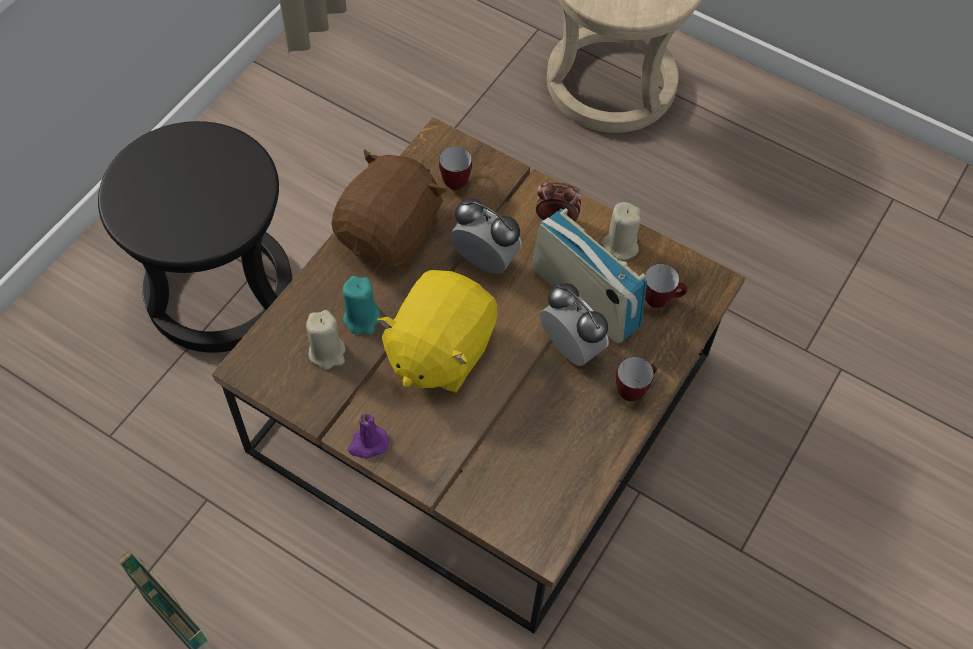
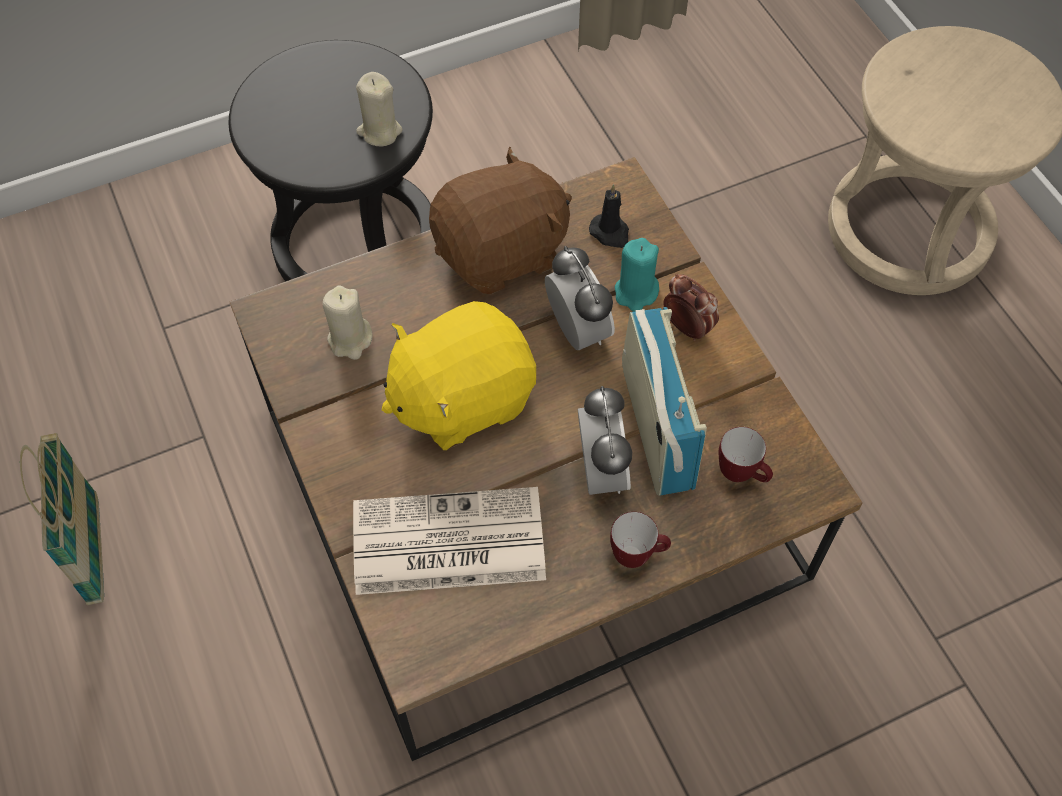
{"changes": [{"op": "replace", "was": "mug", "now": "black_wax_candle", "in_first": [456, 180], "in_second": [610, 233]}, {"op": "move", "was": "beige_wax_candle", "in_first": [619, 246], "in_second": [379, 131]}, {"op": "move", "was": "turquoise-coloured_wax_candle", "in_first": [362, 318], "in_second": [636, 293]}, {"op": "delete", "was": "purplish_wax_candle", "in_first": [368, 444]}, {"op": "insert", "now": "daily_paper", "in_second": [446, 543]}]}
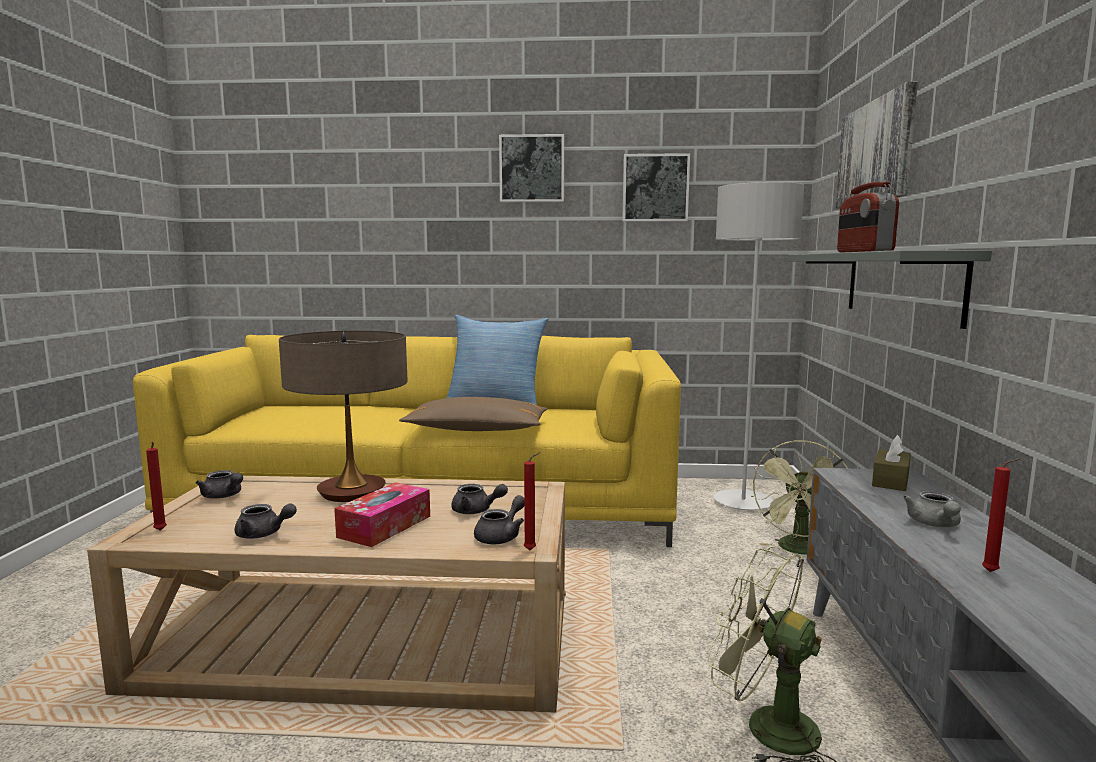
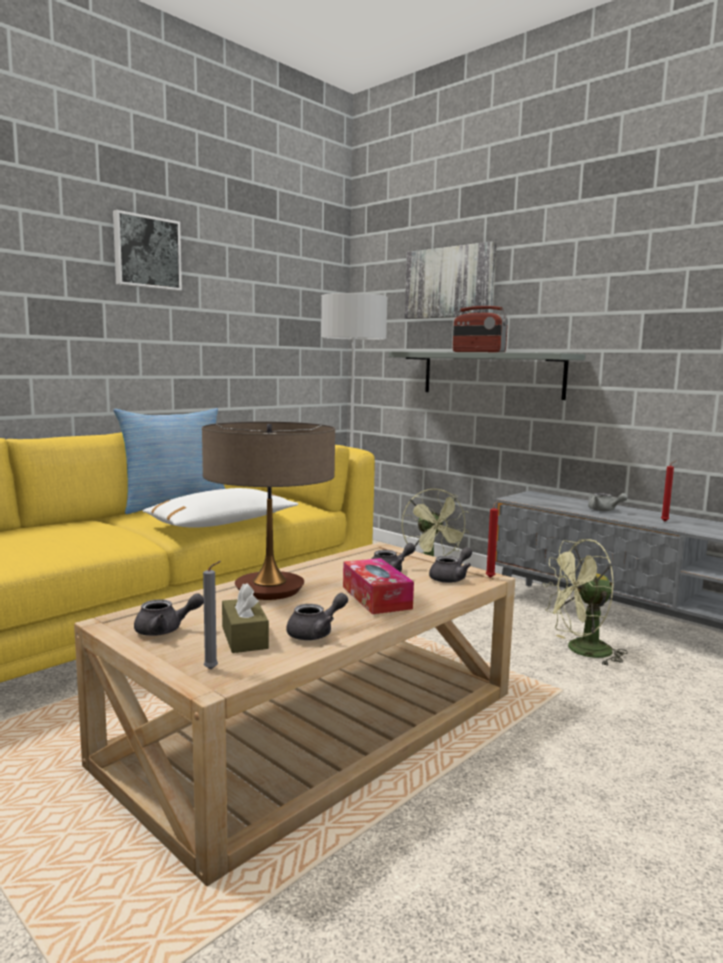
{"changes": [{"op": "delete", "was": "picture", "in_first": [655, 188]}, {"op": "recolor", "was": "brownish_cushion", "now": "white_cushion", "in_first": [477, 430], "in_second": [222, 523]}, {"op": "move", "was": "brownish_box_of_tissues", "in_first": [890, 480], "in_second": [244, 637]}, {"op": "recolor", "was": "red-coloured_wax_candle", "now": "greyish_wax_candle", "in_first": [160, 531], "in_second": [213, 669]}, {"op": "rotate", "was": "greyish_teapot", "in_first": [501, 536], "in_second": [451, 578], "clockwise": 60}]}
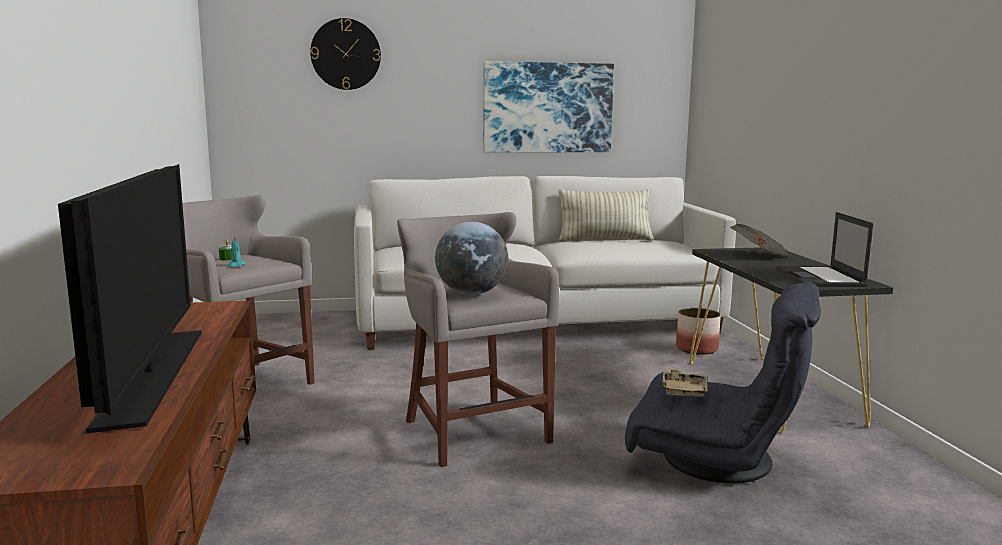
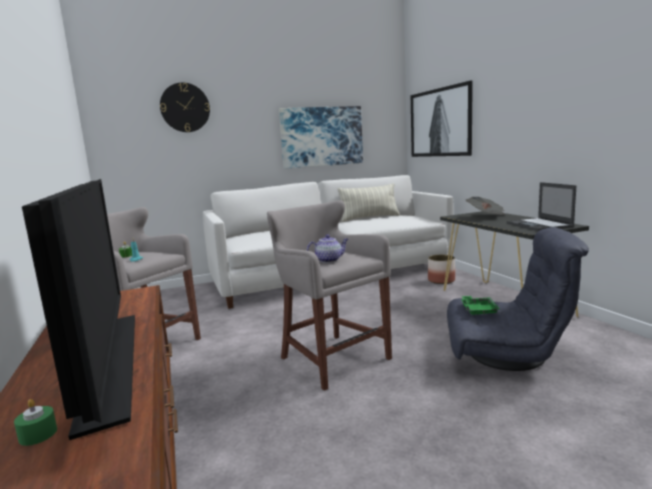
{"changes": [{"op": "replace", "was": "desk_globe", "now": "teapot", "in_first": [472, 293], "in_second": [329, 260]}, {"op": "recolor", "was": "beige_serving_tray", "now": "green-coloured_serving_tray", "in_first": [683, 391], "in_second": [478, 310]}, {"op": "insert", "now": "picture", "in_second": [440, 122]}, {"op": "insert", "now": "green-coloured_wax_candle", "in_second": [38, 434]}]}
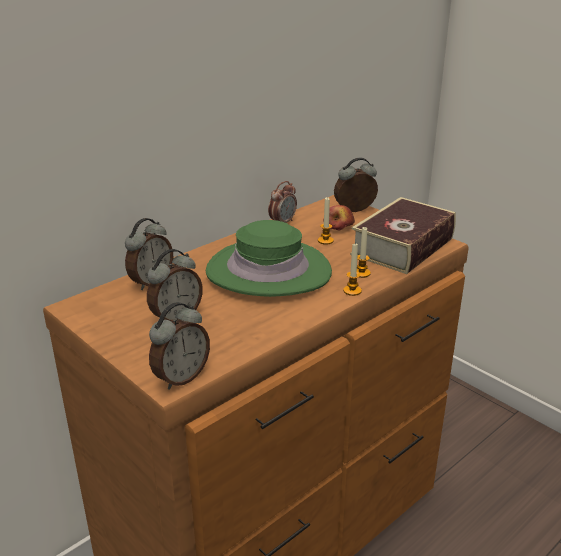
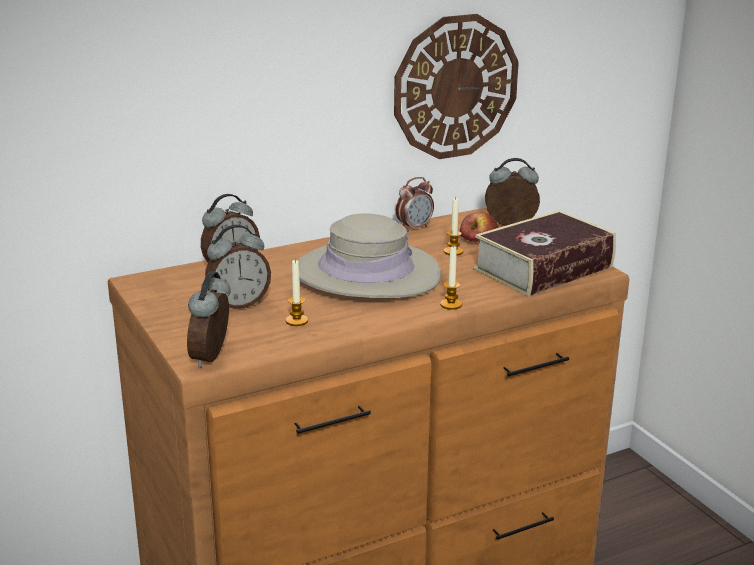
{"changes": [{"op": "recolor", "was": "green-coloured_wearable_hat", "now": "beige_wearable_hat", "in_first": [268, 271], "in_second": [366, 274]}, {"op": "move", "was": "wax_candle", "in_first": [361, 273], "in_second": [296, 321]}, {"op": "rotate", "was": "table_clock", "in_first": [181, 377], "in_second": [213, 358], "clockwise": 135}, {"op": "insert", "now": "clock_on_the_wall", "in_second": [455, 87]}]}
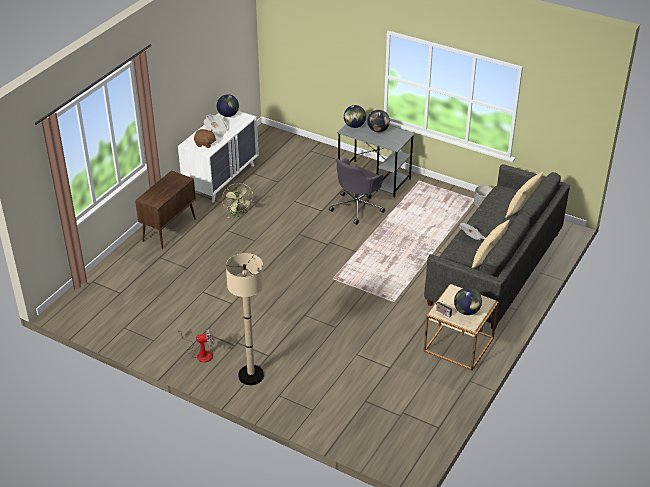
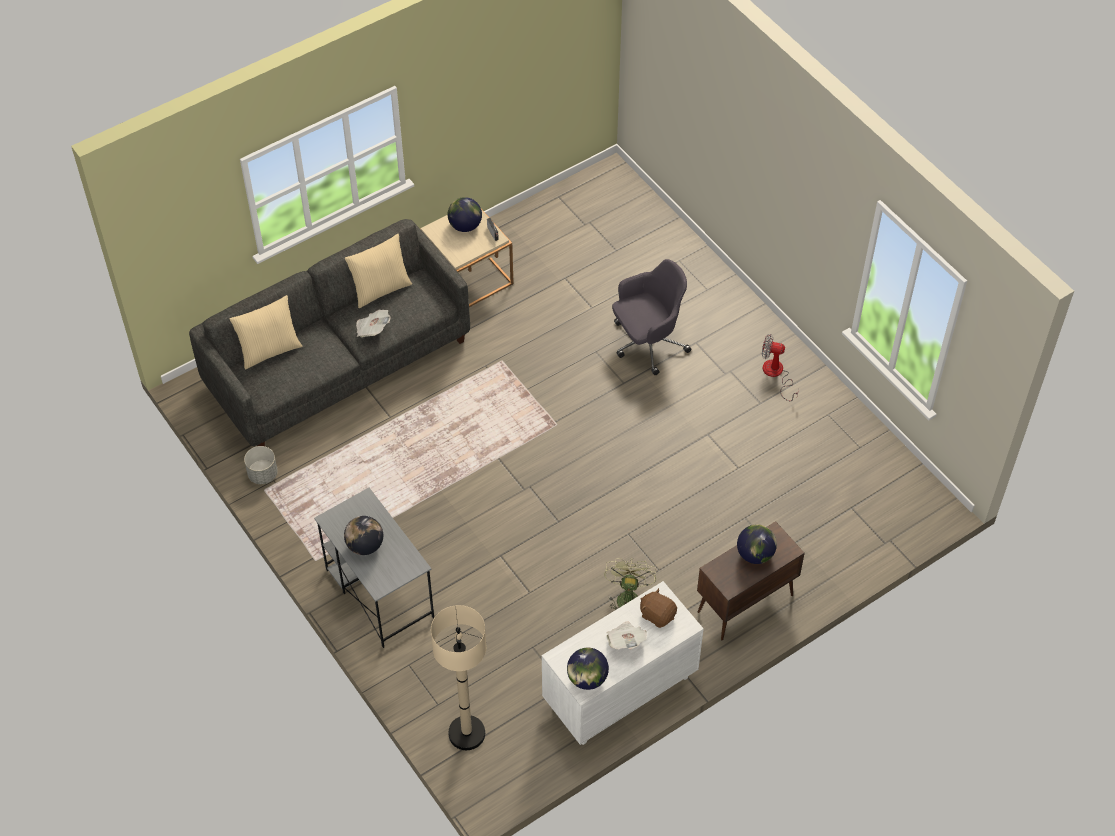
{"changes": [{"op": "move", "was": "desk_globe", "in_first": [354, 126], "in_second": [755, 554]}, {"op": "move", "was": "greyish_office_chair", "in_first": [357, 207], "in_second": [647, 343]}, {"op": "move", "was": "beige_standing_lamp", "in_first": [251, 376], "in_second": [467, 733]}]}
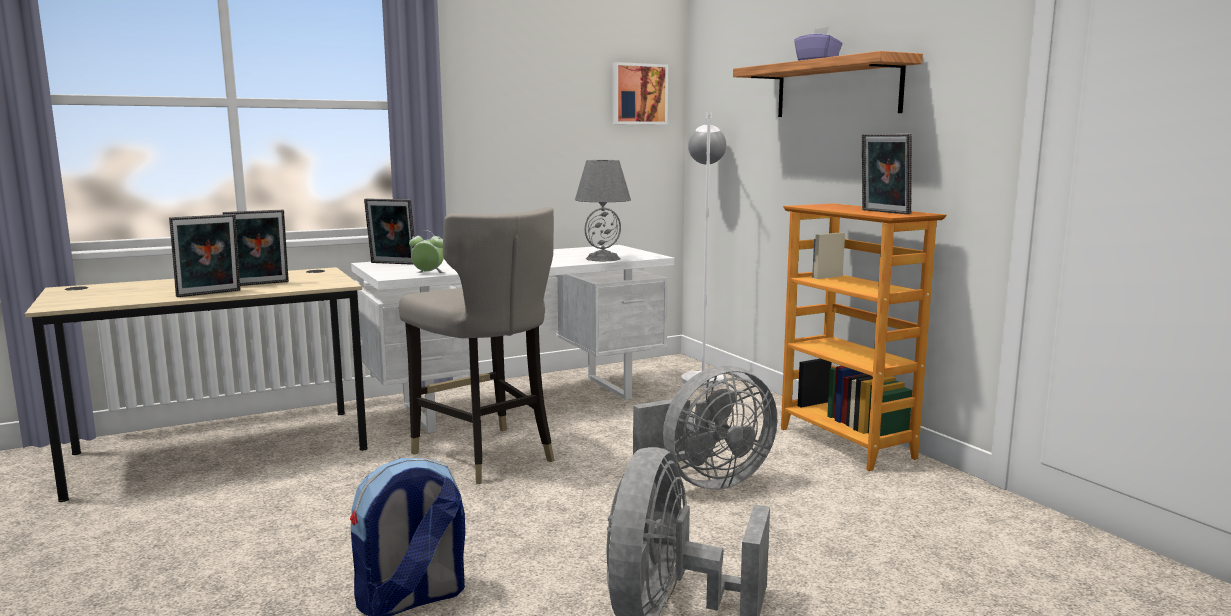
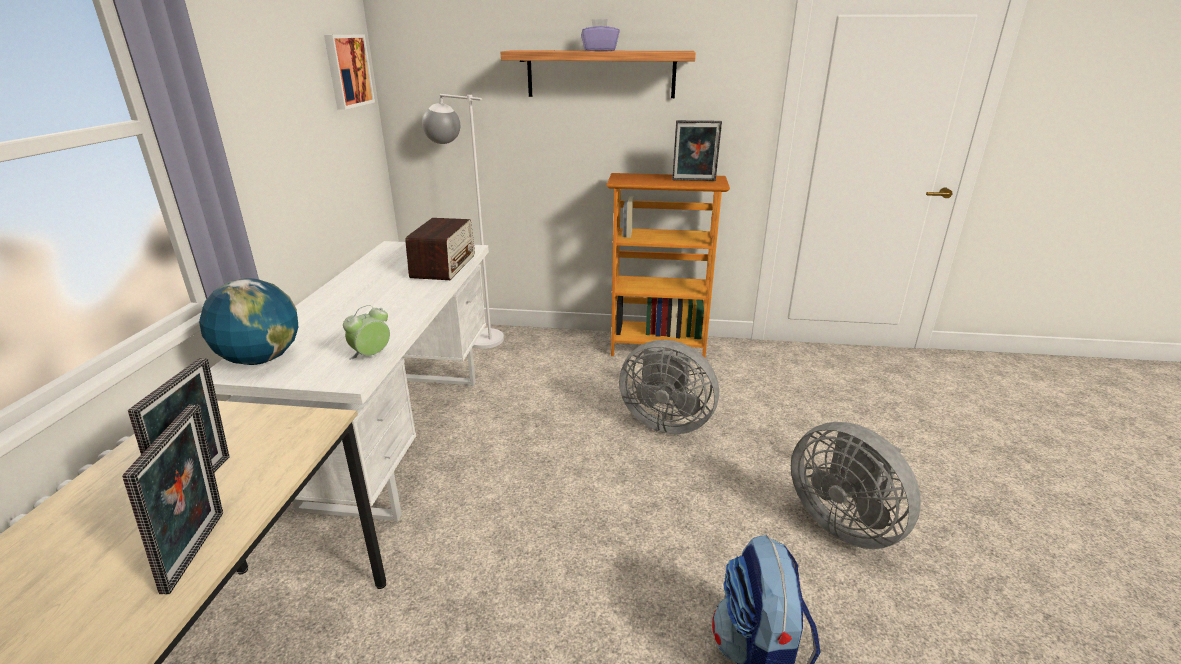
{"changes": [{"op": "replace", "was": "greyish_lamp_for_a_table", "now": "radio_receiver", "in_first": [603, 258], "in_second": [444, 266]}, {"op": "replace", "was": "photo_frame", "now": "desk_globe", "in_first": [392, 264], "in_second": [261, 359]}, {"op": "delete", "was": "greyish_sitting_stool", "in_first": [486, 456]}, {"op": "rotate", "was": "greyish_fan", "in_first": [706, 481], "in_second": [665, 421], "clockwise": 105}]}
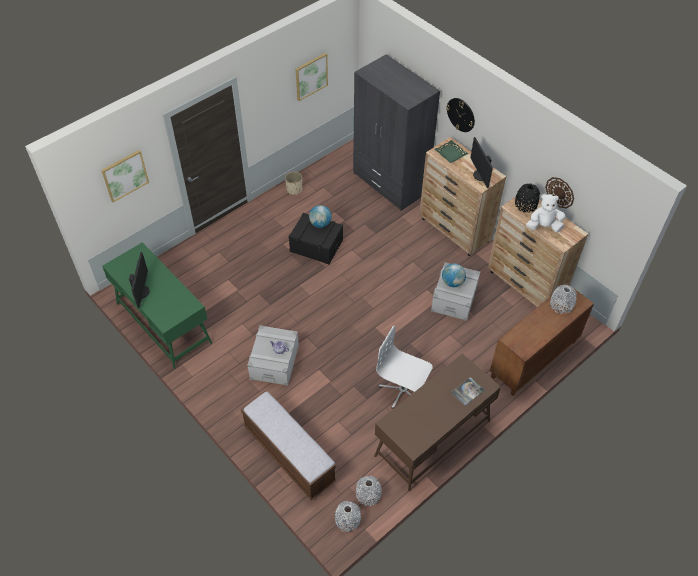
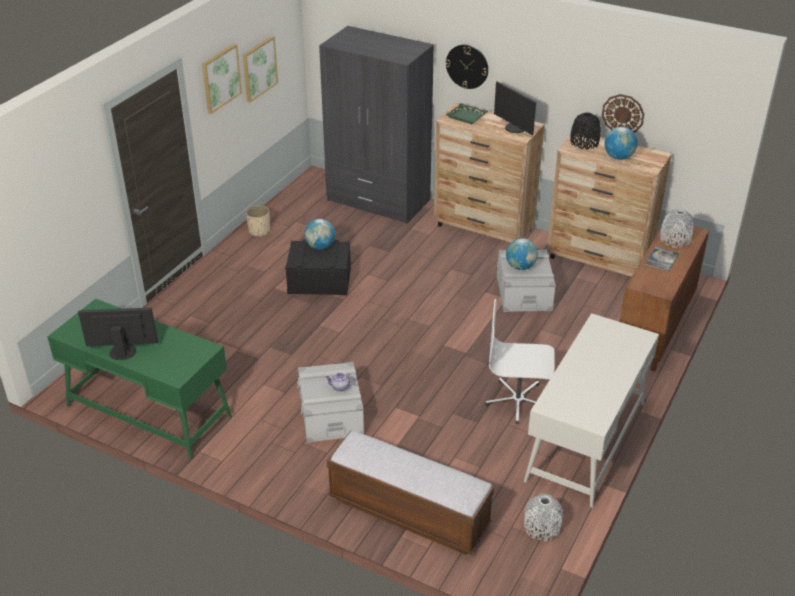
{"changes": [{"op": "move", "was": "picture", "in_first": [125, 175], "in_second": [221, 78]}, {"op": "replace", "was": "white_soft_toy", "now": "desk_globe", "in_first": [544, 226], "in_second": [618, 157]}, {"op": "rotate", "was": "computer_screen", "in_first": [141, 292], "in_second": [123, 351], "clockwise": -75}, {"op": "recolor", "was": "brownish_desk_table", "now": "white_desk_table", "in_first": [432, 438], "in_second": [585, 441]}, {"op": "move", "was": "volume", "in_first": [467, 391], "in_second": [661, 259]}, {"op": "delete", "was": "greyish_decorative_vase", "in_first": [347, 520]}]}
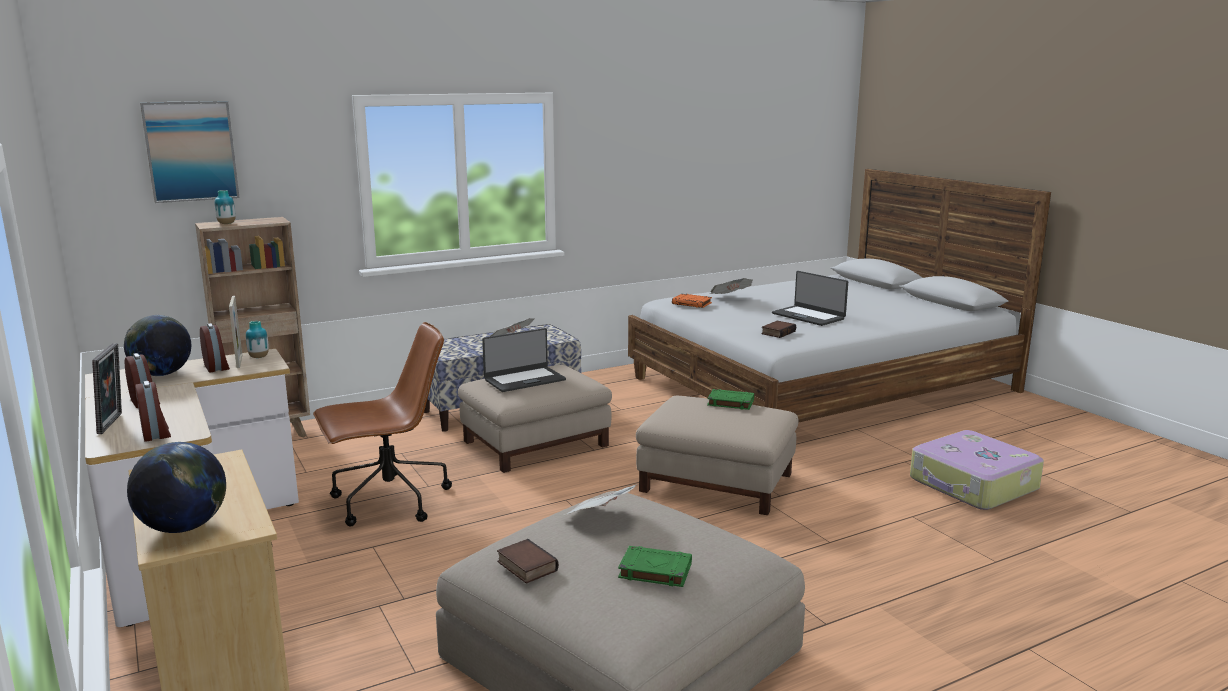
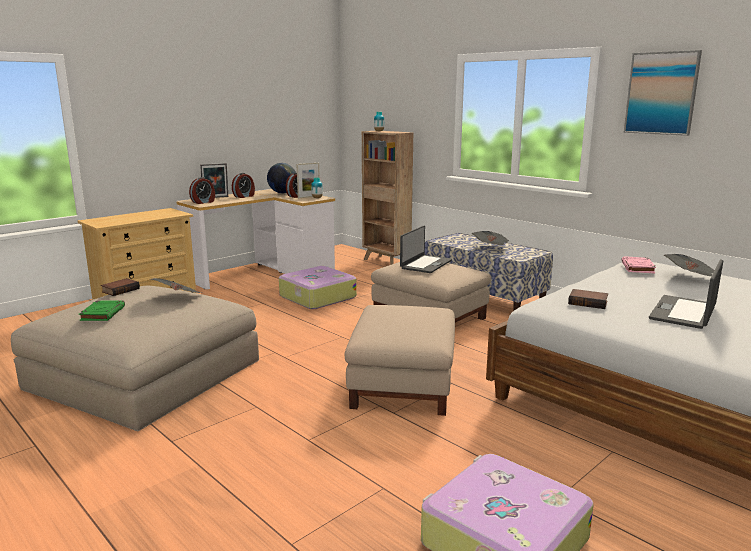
{"changes": [{"op": "move", "was": "picture", "in_first": [191, 151], "in_second": [661, 93]}, {"op": "recolor", "was": "orangey_volume", "now": "pinkish_volume", "in_first": [692, 303], "in_second": [638, 268]}, {"op": "replace", "was": "brownish_office_chair", "now": "suitcase", "in_first": [388, 502], "in_second": [316, 297]}, {"op": "rotate", "was": "notebook_computer", "in_first": [524, 379], "in_second": [425, 264], "clockwise": -105}, {"op": "delete", "was": "green-coloured_volume", "in_first": [730, 402]}, {"op": "delete", "was": "desk_globe", "in_first": [184, 528]}]}
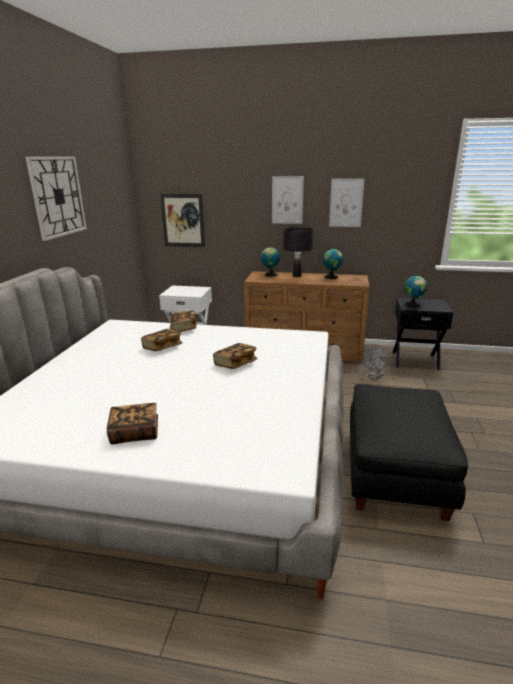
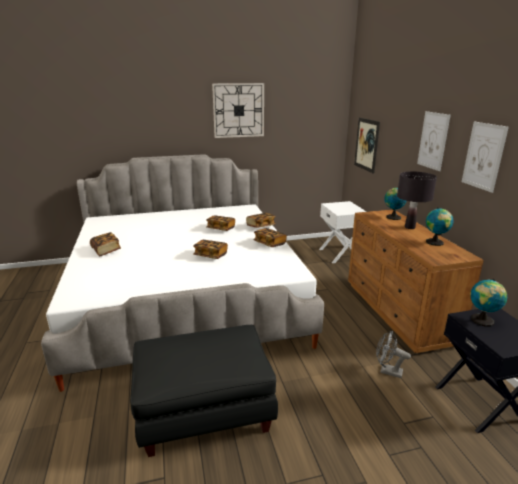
{"changes": [{"op": "insert", "now": "volume", "in_second": [269, 243]}]}
